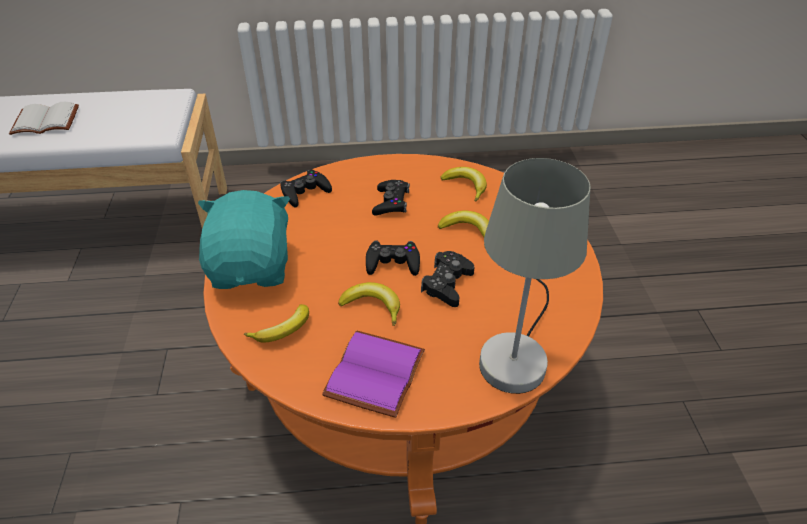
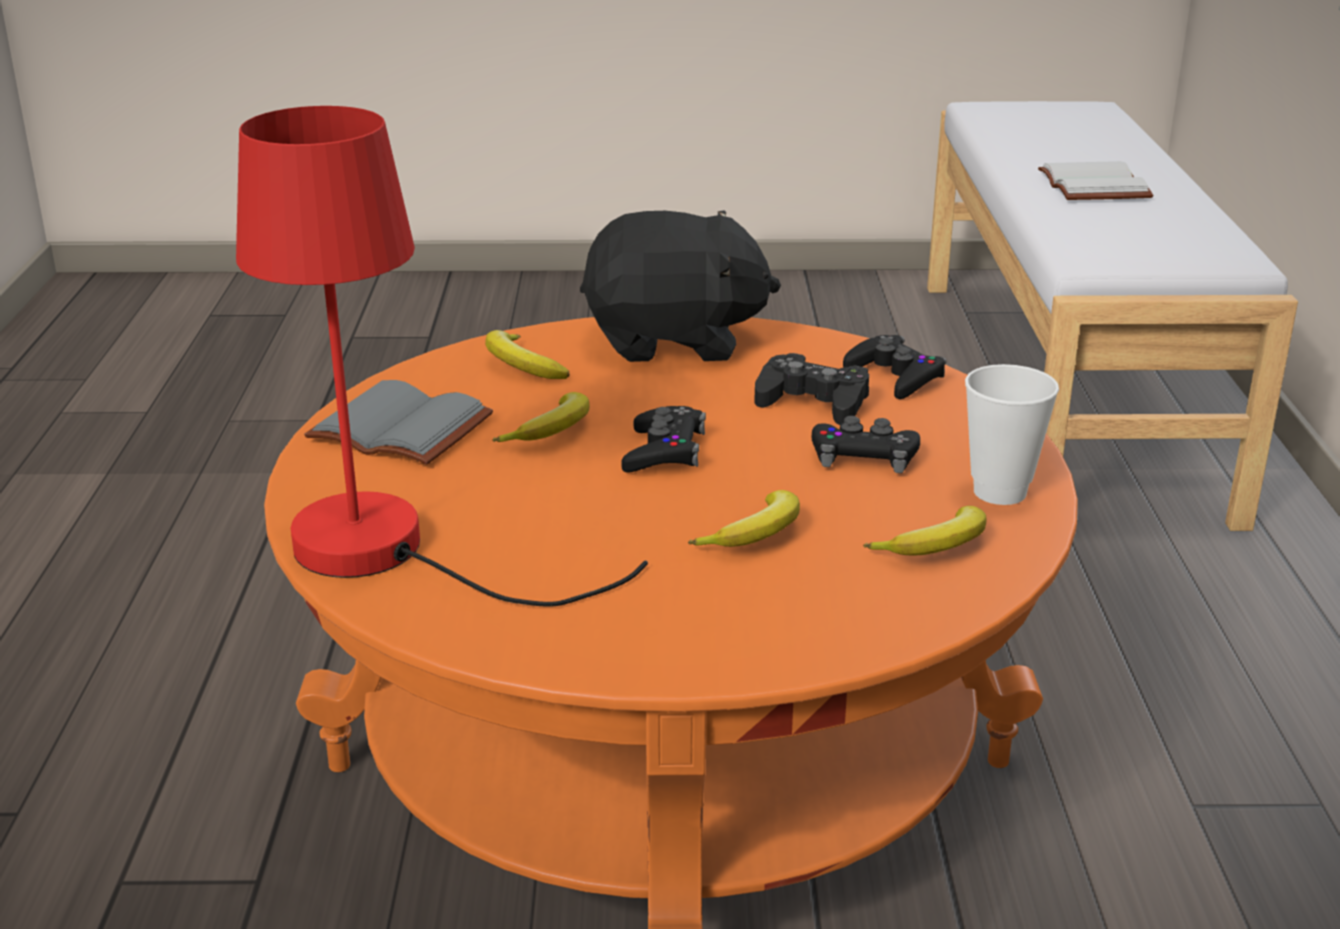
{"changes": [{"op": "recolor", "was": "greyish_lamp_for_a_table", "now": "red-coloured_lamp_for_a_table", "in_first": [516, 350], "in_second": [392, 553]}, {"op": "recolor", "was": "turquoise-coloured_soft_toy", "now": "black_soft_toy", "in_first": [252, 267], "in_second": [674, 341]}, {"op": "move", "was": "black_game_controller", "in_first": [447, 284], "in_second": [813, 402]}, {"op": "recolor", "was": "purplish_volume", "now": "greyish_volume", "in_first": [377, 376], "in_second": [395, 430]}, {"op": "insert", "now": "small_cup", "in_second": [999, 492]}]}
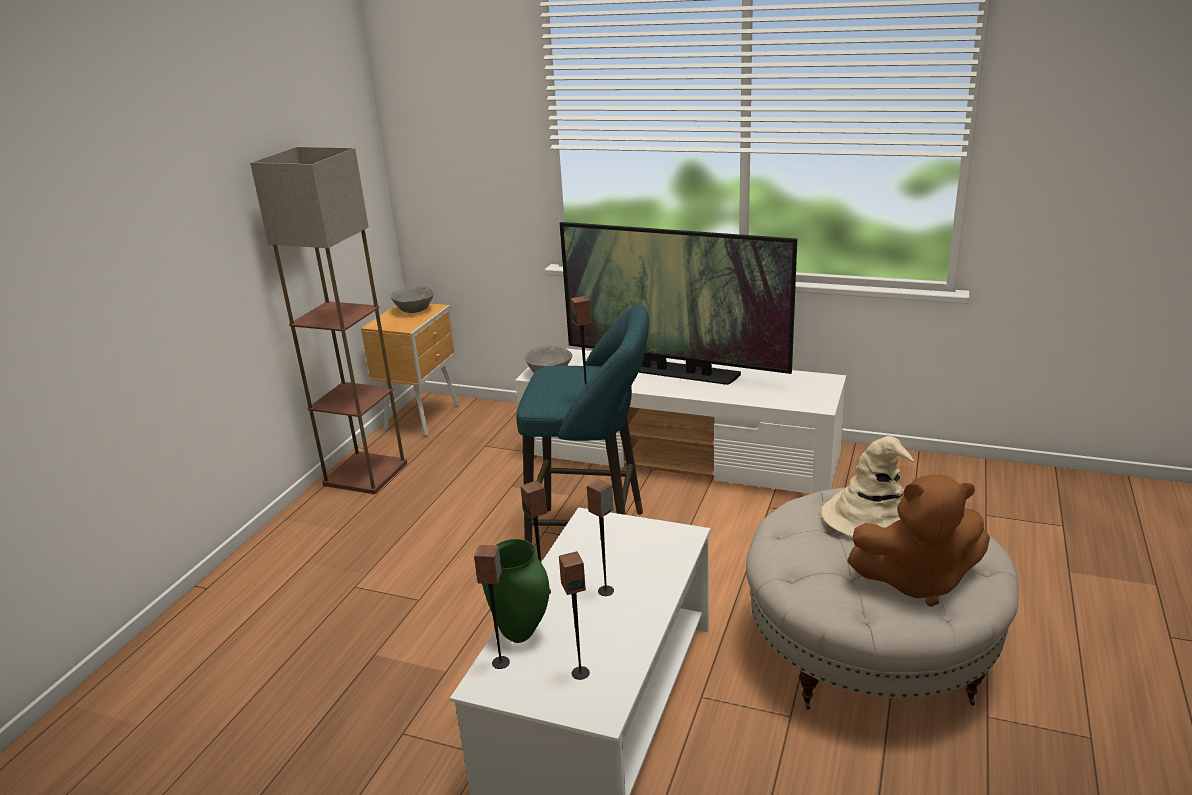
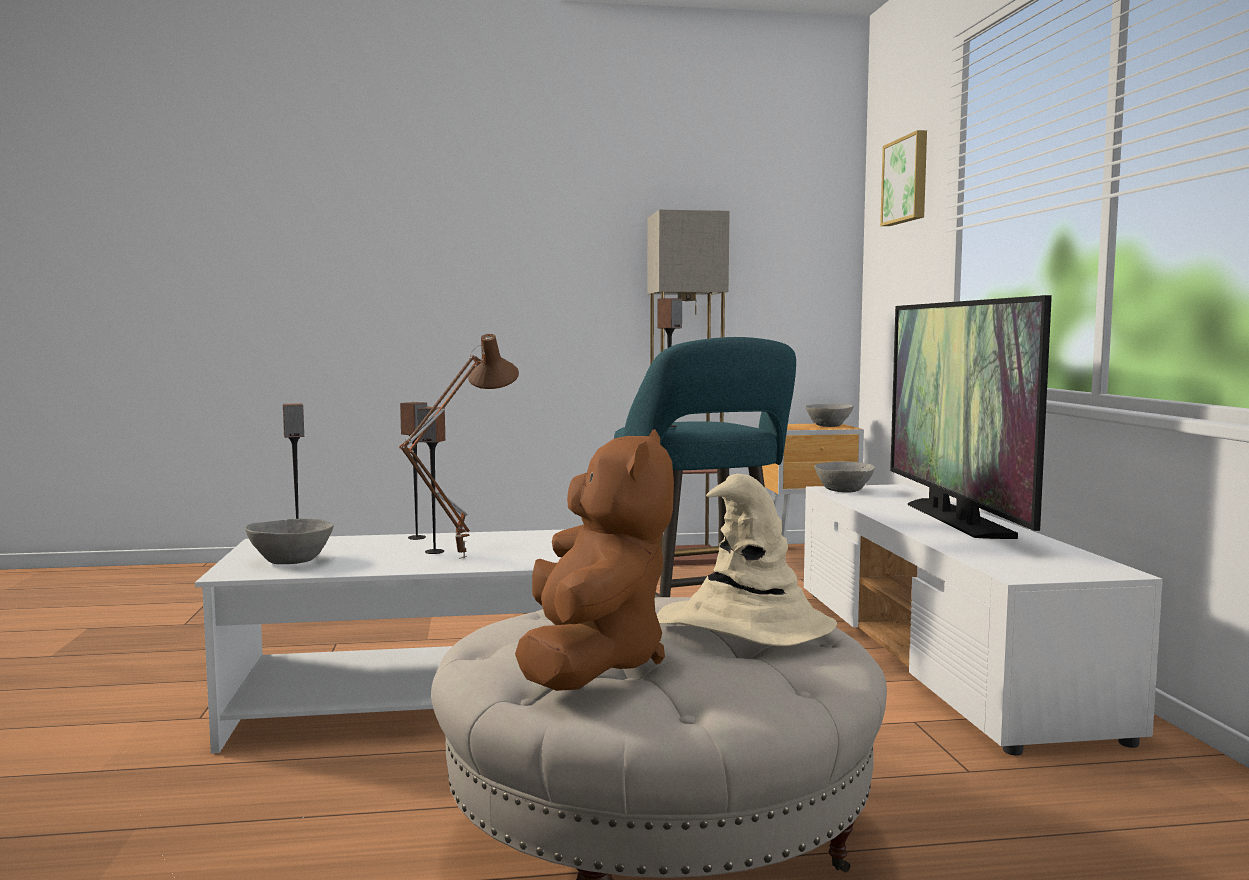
{"changes": [{"op": "rotate", "was": "brownish_soft_toy", "in_first": [917, 580], "in_second": [591, 663], "clockwise": -150}, {"op": "delete", "was": "green-coloured_decorative_vase", "in_first": [520, 634]}, {"op": "replace", "was": "speaker", "now": "greyish_deep_dish", "in_first": [580, 673], "in_second": [292, 561]}, {"op": "insert", "now": "picture", "in_second": [907, 180]}, {"op": "insert", "now": "brownish_lamp_for_a_table", "in_second": [459, 557]}]}
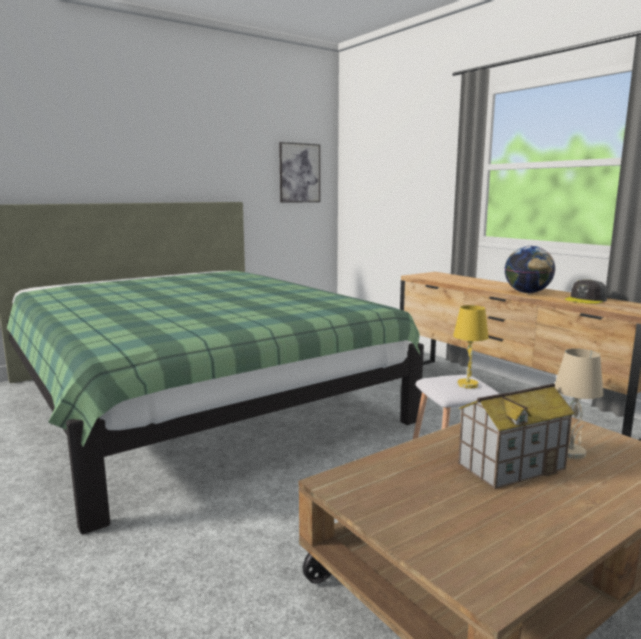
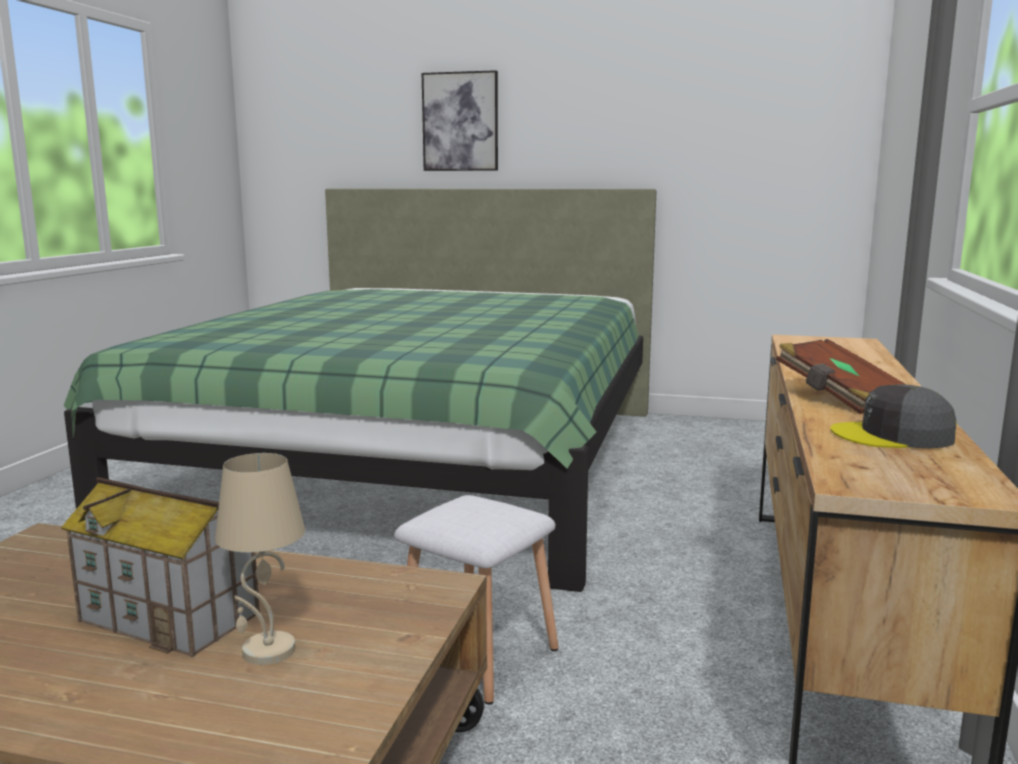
{"changes": [{"op": "move", "was": "picture", "in_first": [299, 173], "in_second": [460, 122]}, {"op": "replace", "was": "desk_globe", "now": "brownish_volume", "in_first": [527, 292], "in_second": [839, 398]}, {"op": "delete", "was": "yellow_lamp_for_a_table", "in_first": [468, 385]}]}
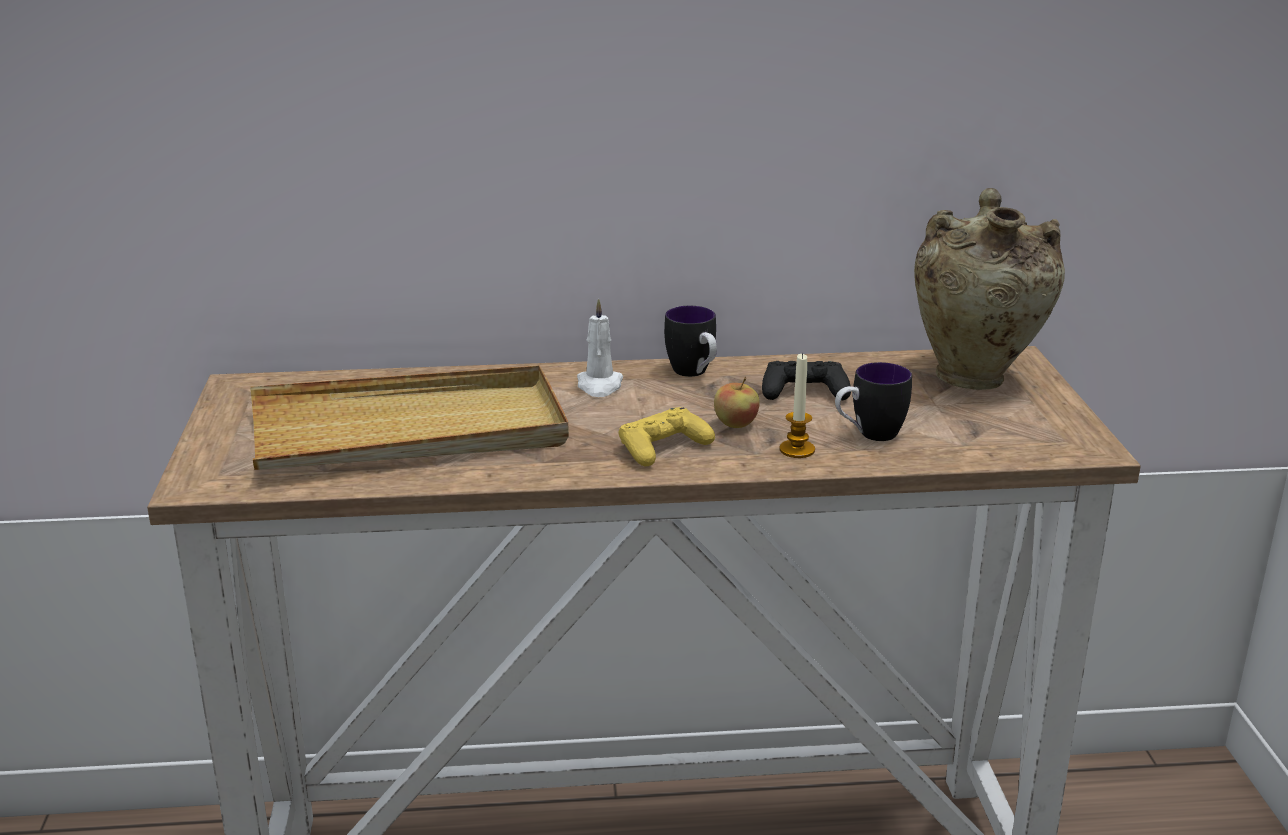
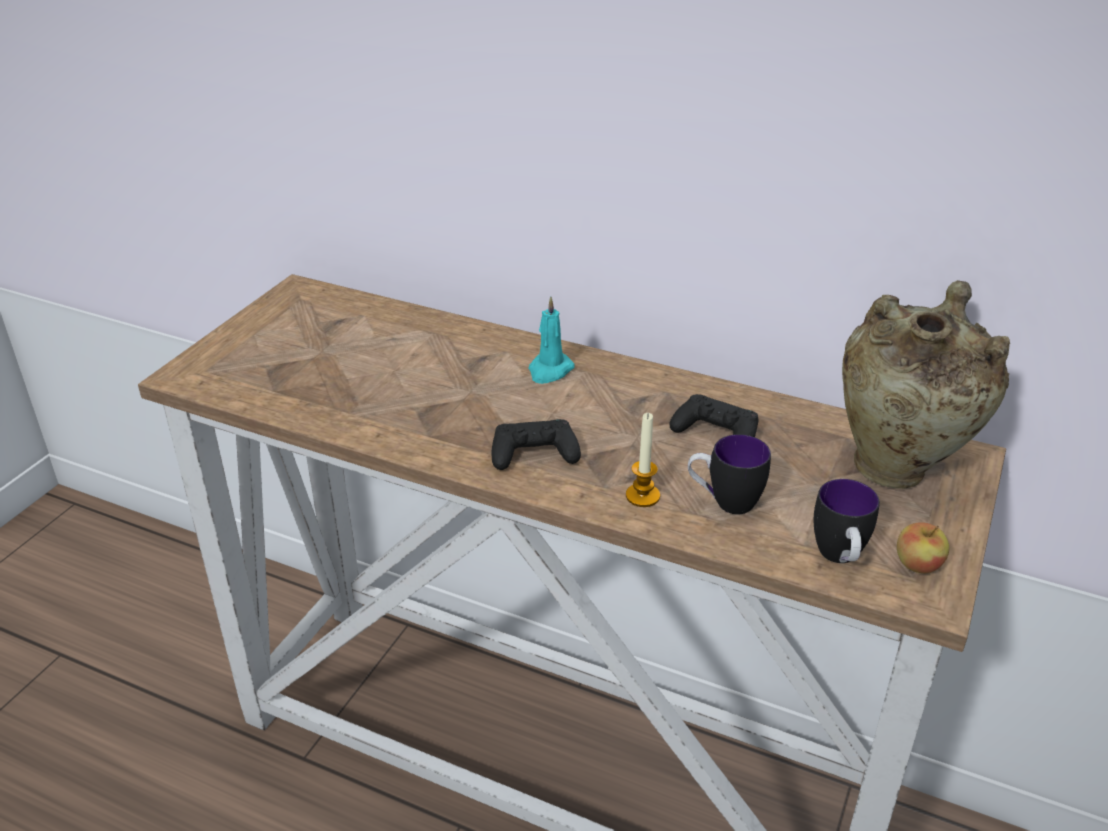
{"changes": [{"op": "recolor", "was": "white_wax_candle", "now": "turquoise-coloured_wax_candle", "in_first": [599, 386], "in_second": [549, 371]}, {"op": "move", "was": "mug", "in_first": [694, 374], "in_second": [839, 559]}, {"op": "delete", "was": "beige_serving_tray", "in_first": [409, 431]}, {"op": "move", "was": "apple", "in_first": [735, 424], "in_second": [917, 565]}, {"op": "recolor", "was": "yellow_game_controller", "now": "black_game_controller", "in_first": [663, 447], "in_second": [534, 453]}]}
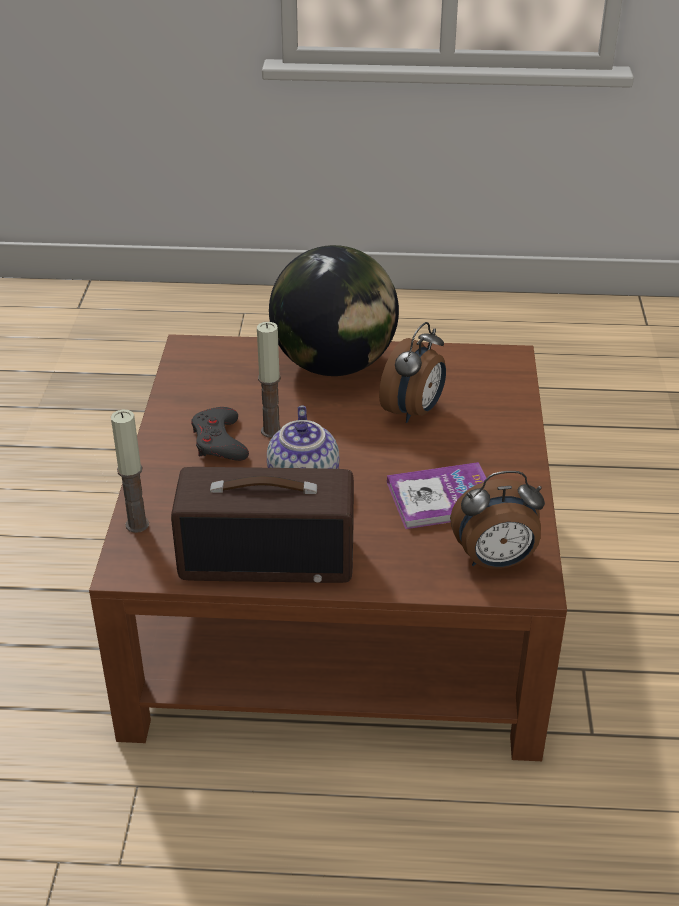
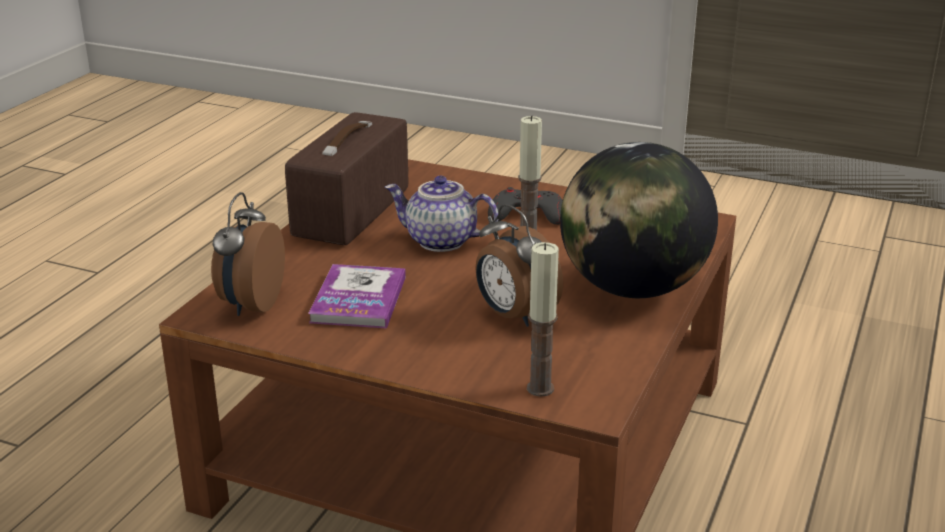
{"changes": [{"op": "move", "was": "wax_candle", "in_first": [137, 524], "in_second": [540, 388]}]}
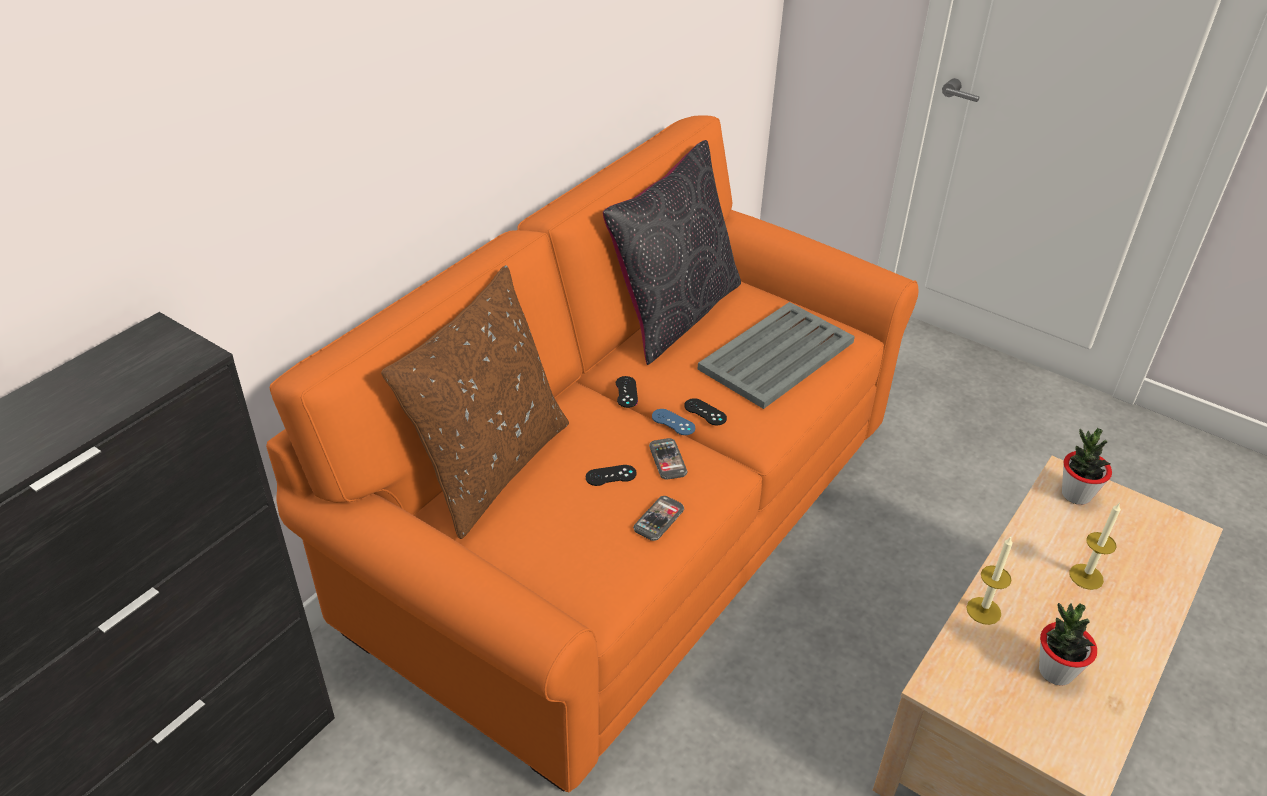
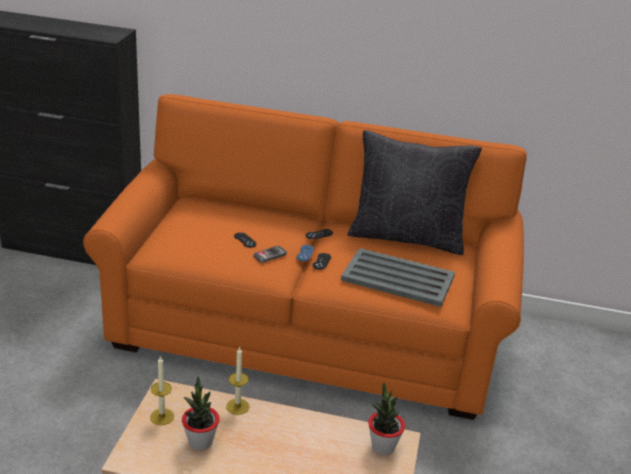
{"changes": [{"op": "delete", "was": "brownish_cushion", "in_first": [490, 466]}, {"op": "delete", "was": "phone", "in_first": [658, 519]}, {"op": "move", "was": "wax_candle", "in_first": [1086, 576], "in_second": [162, 416]}]}
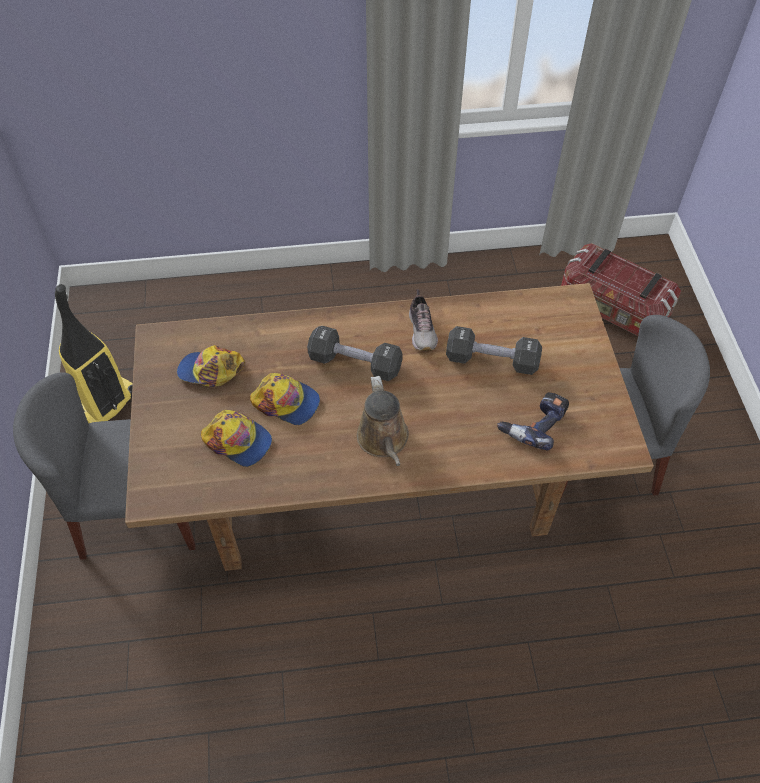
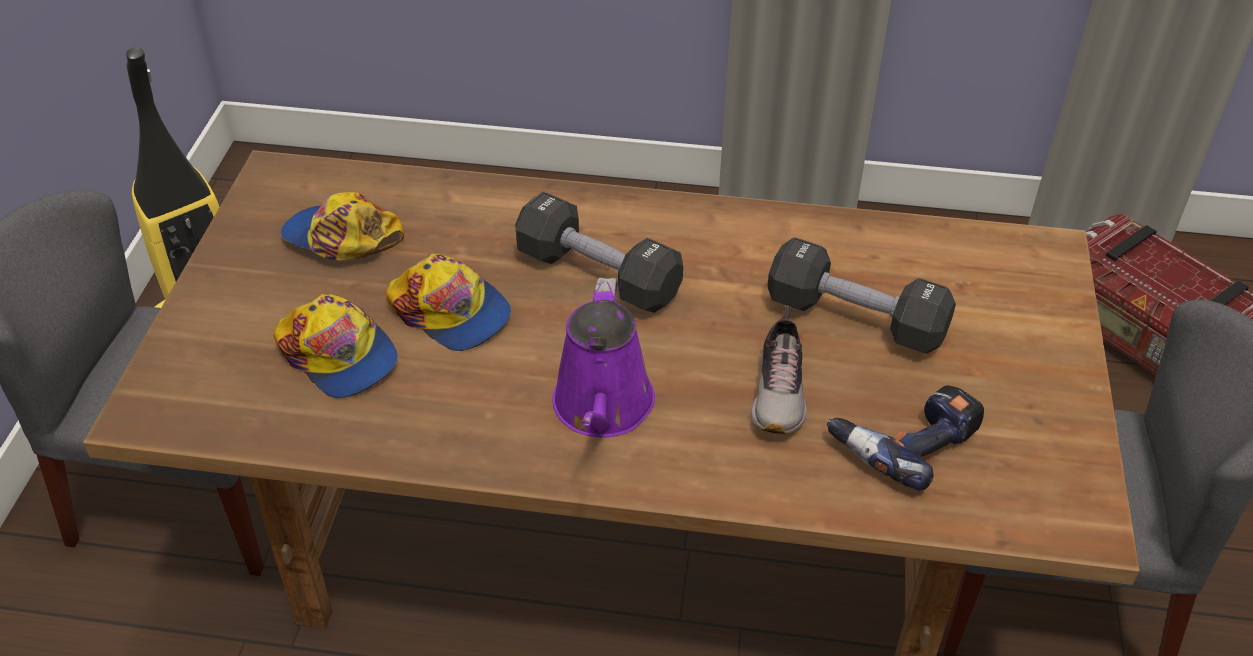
{"changes": [{"op": "move", "was": "shoe", "in_first": [422, 331], "in_second": [780, 393]}, {"op": "recolor", "was": "brownish_sprinkling_can", "now": "purplish_sprinkling_can", "in_first": [384, 440], "in_second": [602, 408]}]}
